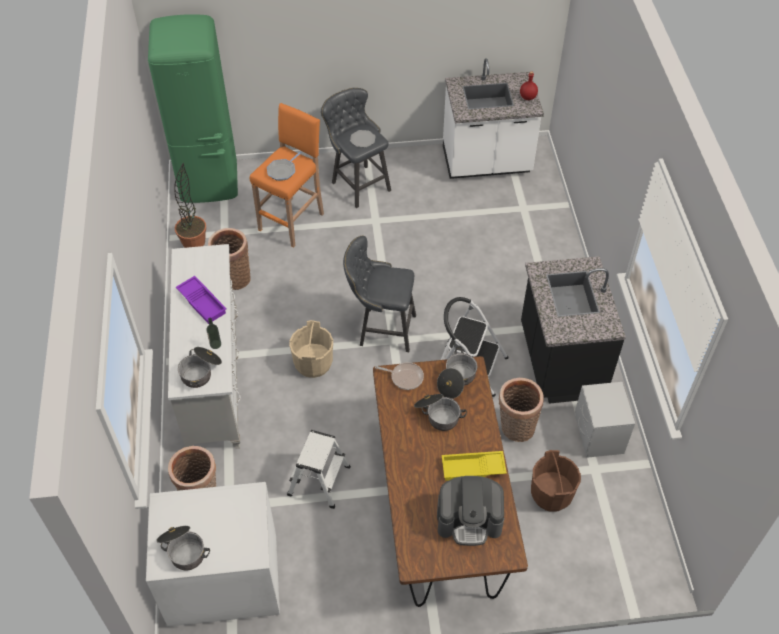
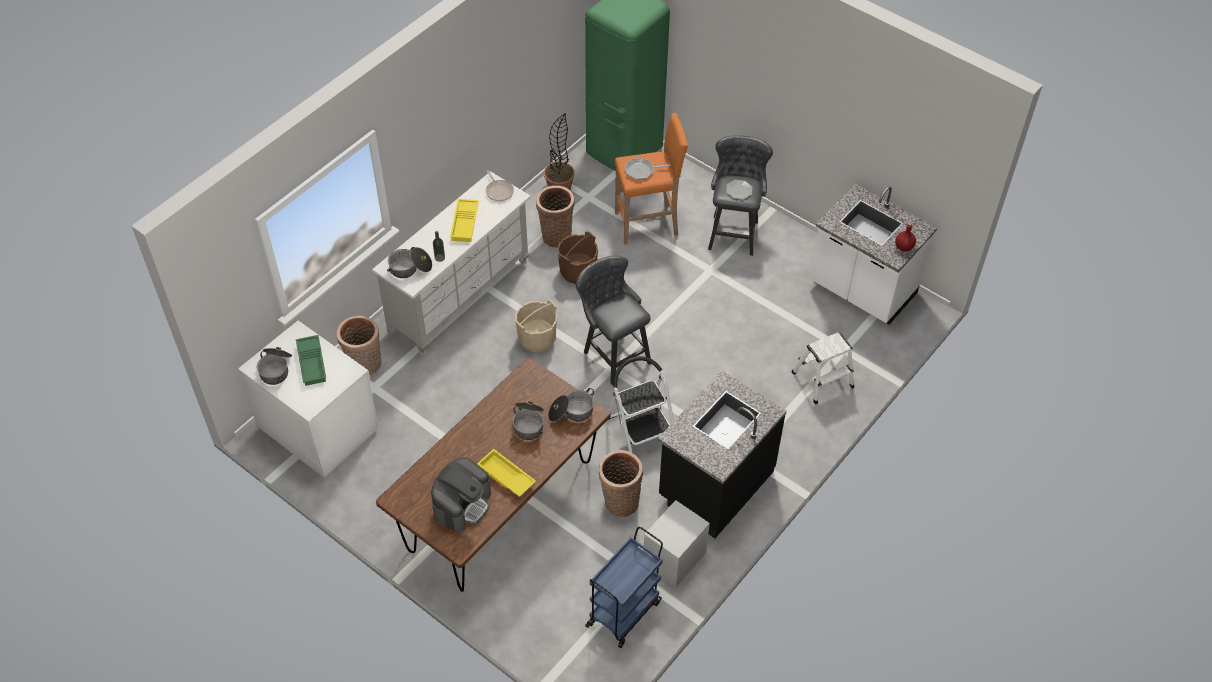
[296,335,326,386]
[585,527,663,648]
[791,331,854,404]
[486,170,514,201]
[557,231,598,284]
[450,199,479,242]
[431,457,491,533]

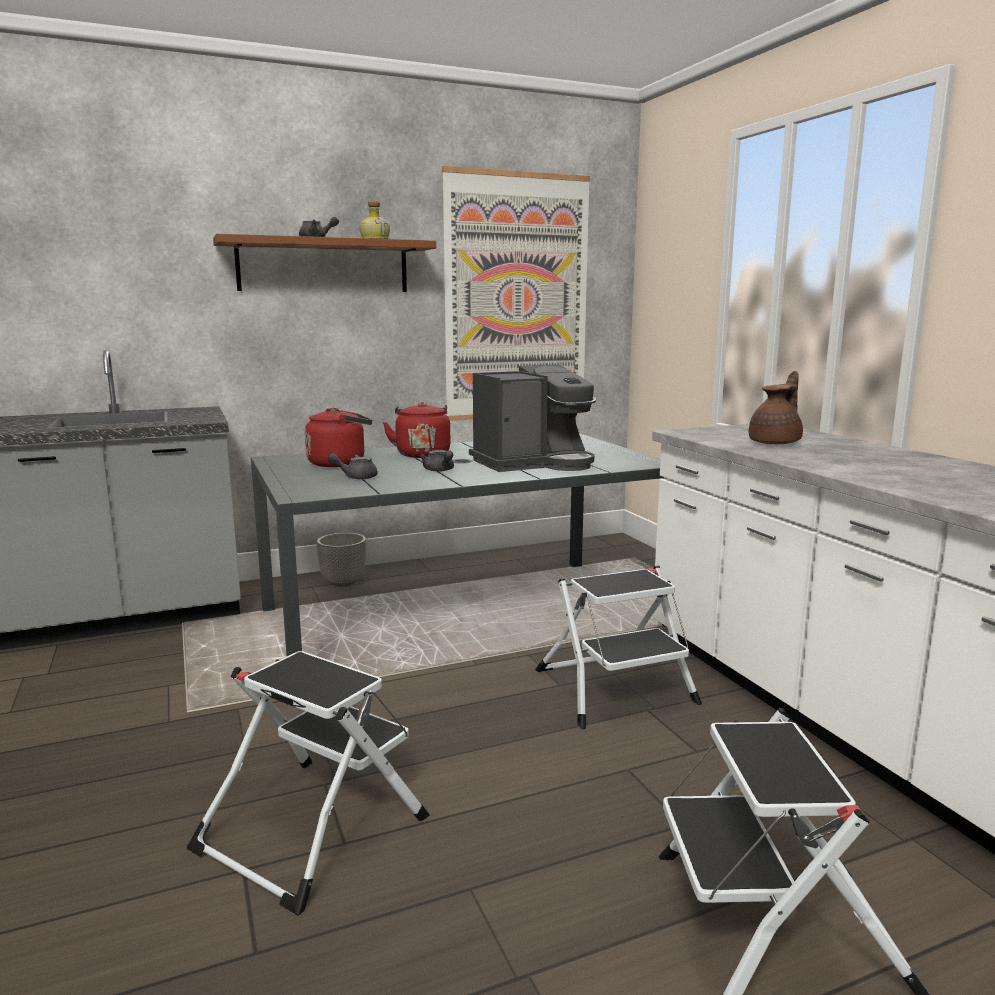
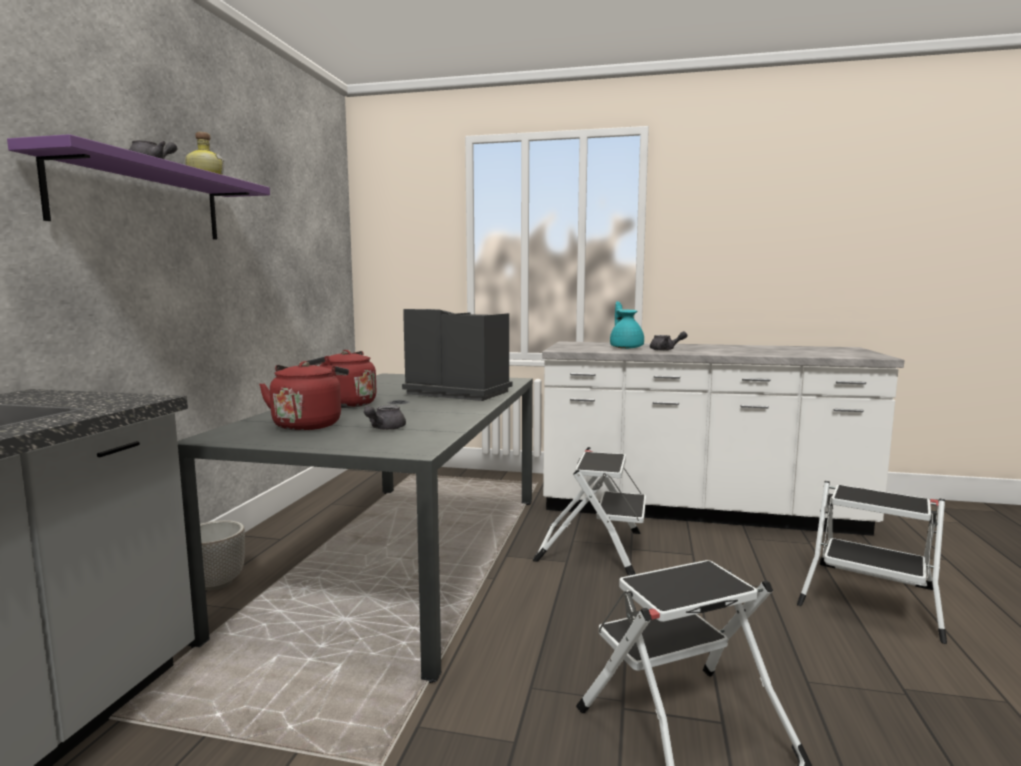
[442,166,590,421] (first image)
[650,331,688,351]
[7,134,270,240]
[610,301,644,349]
[402,309,512,401]

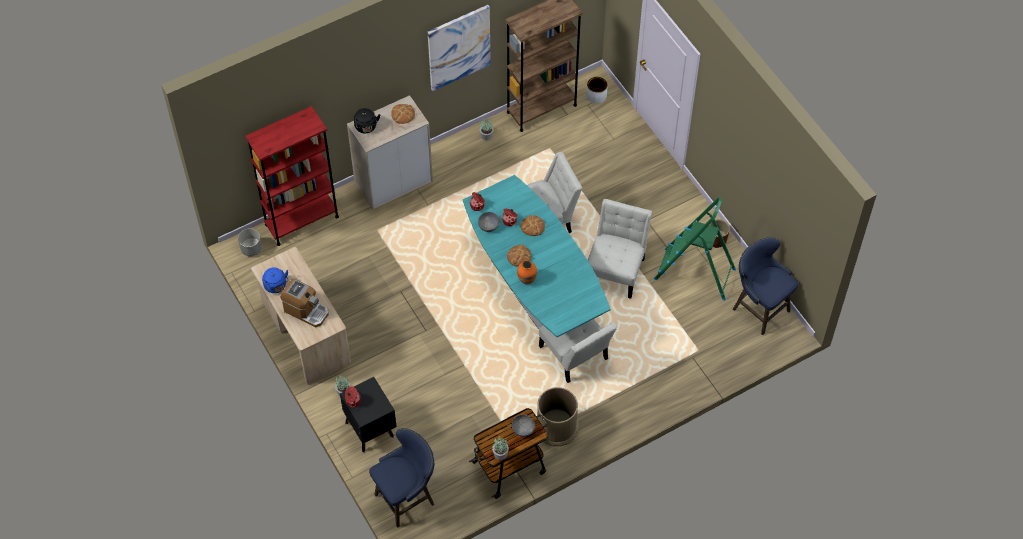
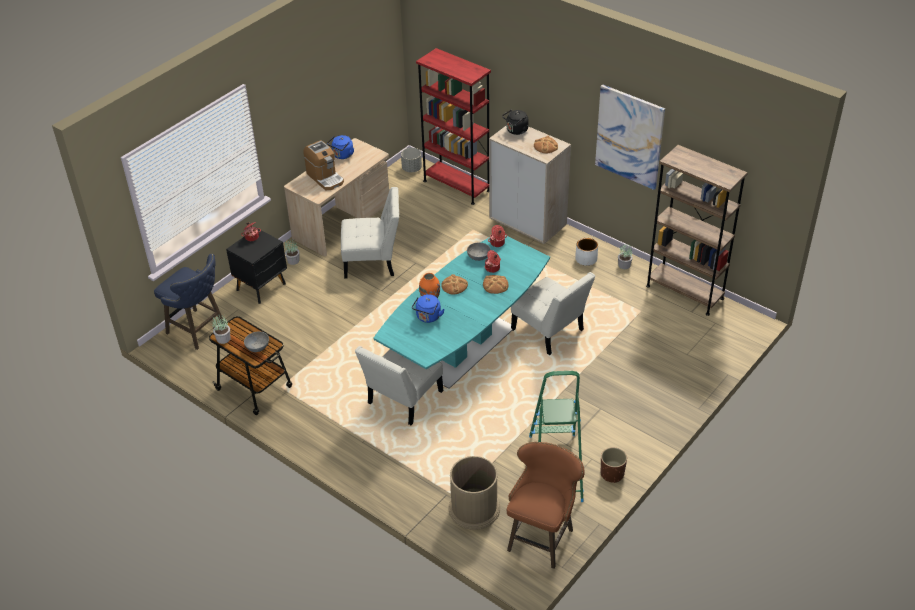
[412,294,445,323]
[448,456,500,530]
[575,238,598,266]
[341,187,399,279]
[507,442,585,569]
[303,140,344,190]

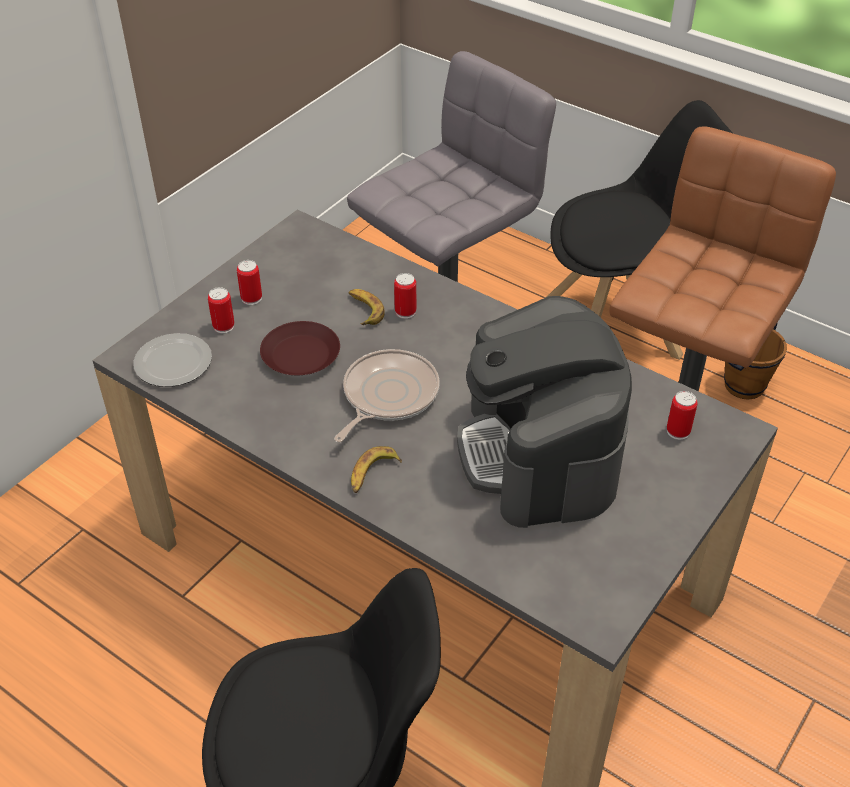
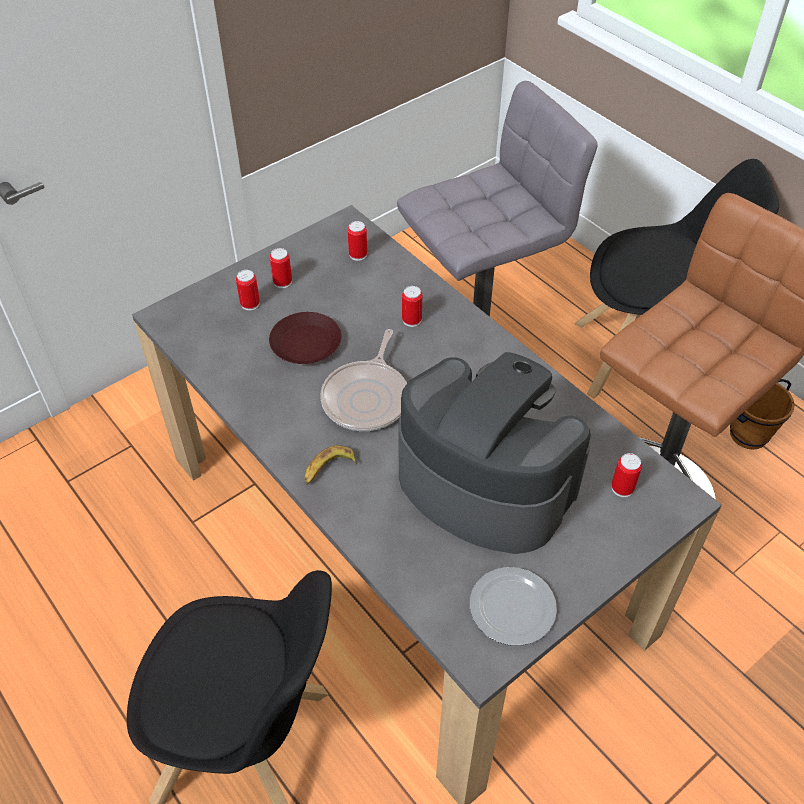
[349,289,385,325] (first image)
[347,221,367,261]
[470,567,557,646]
[320,329,407,431]
[398,352,591,554]

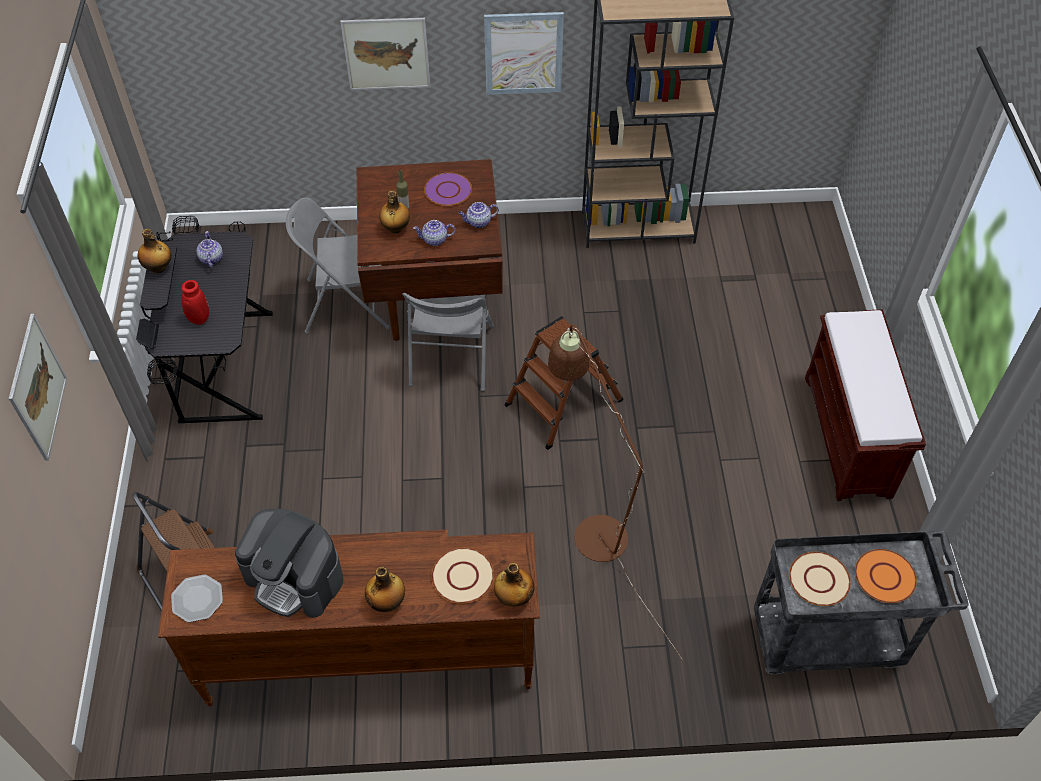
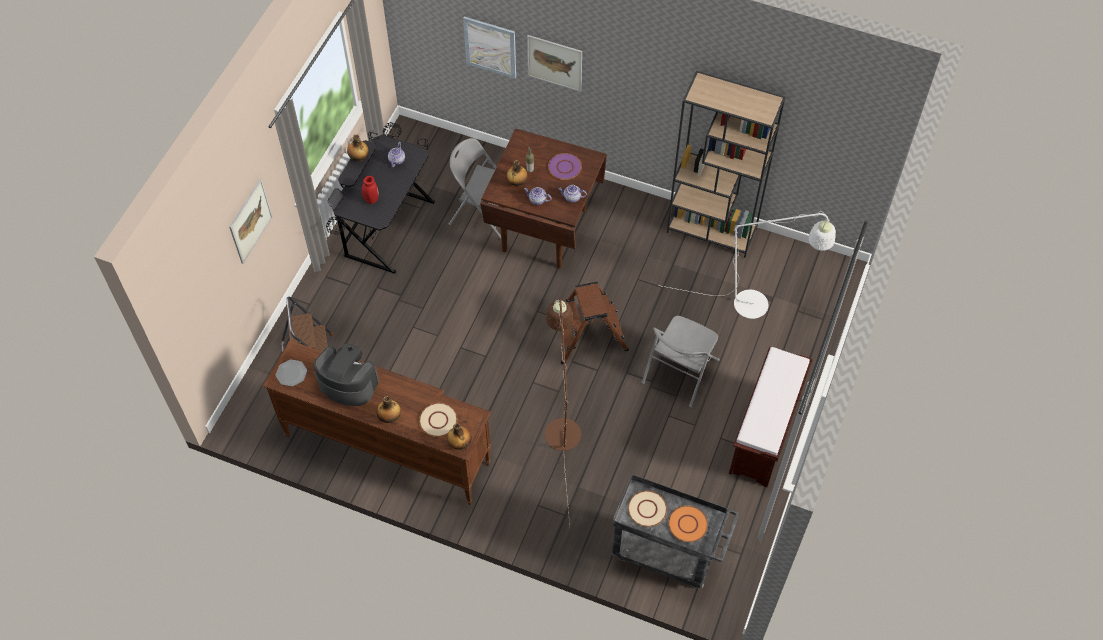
[658,211,836,319]
[641,316,720,407]
[463,17,516,79]
[314,344,379,406]

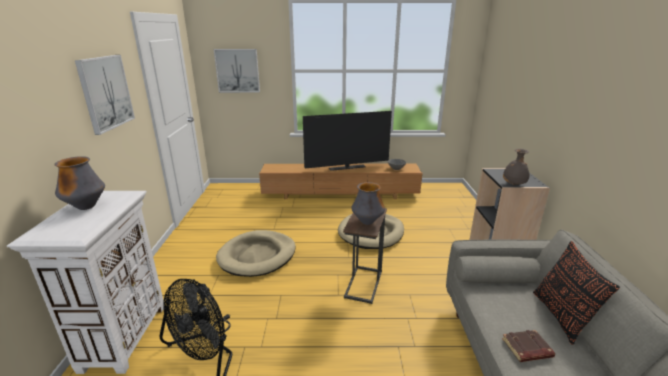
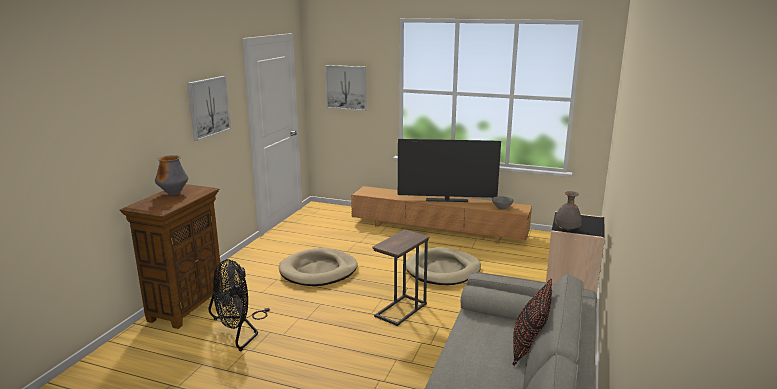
[352,182,385,225] (first image)
[502,330,555,362] (first image)
[119,184,223,329]

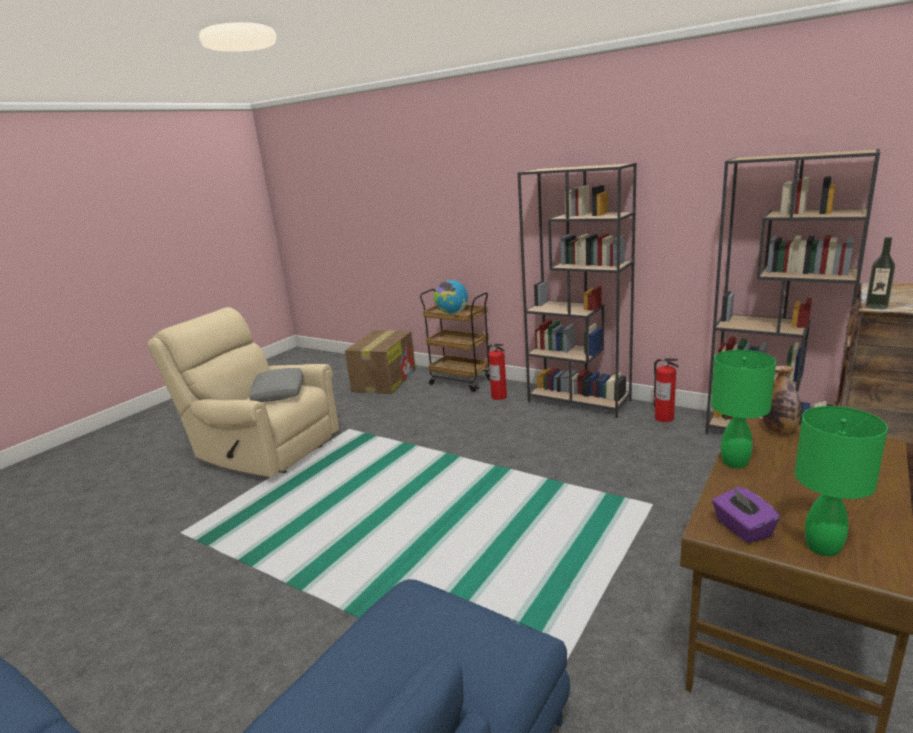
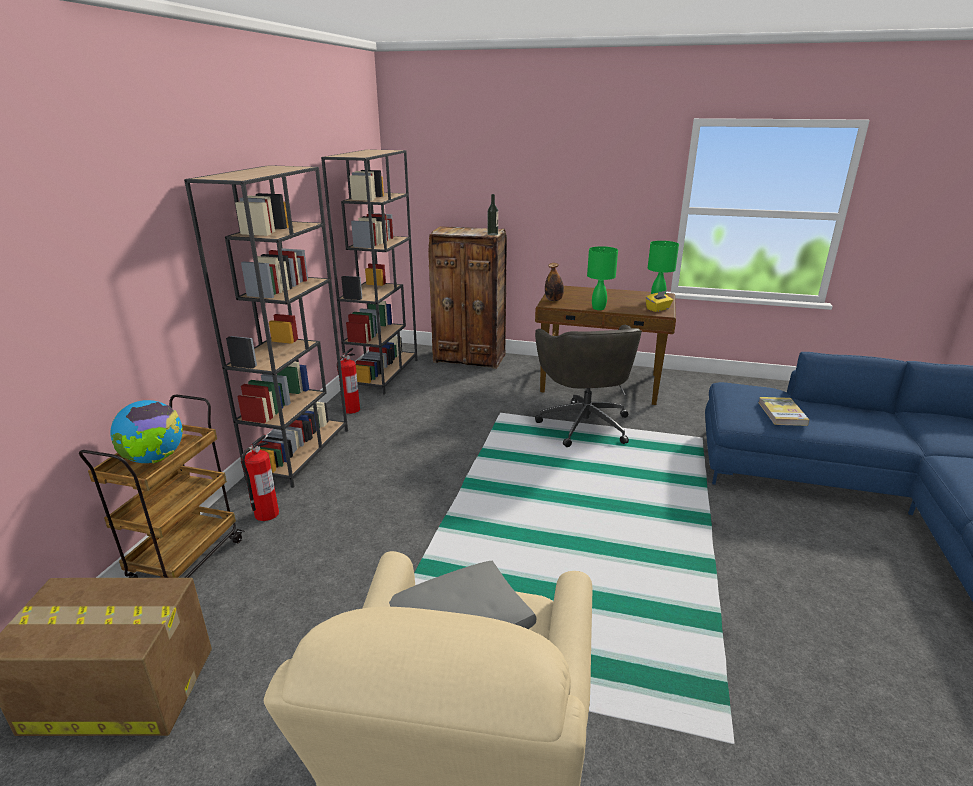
[535,325,642,447]
[758,397,810,426]
[646,291,673,312]

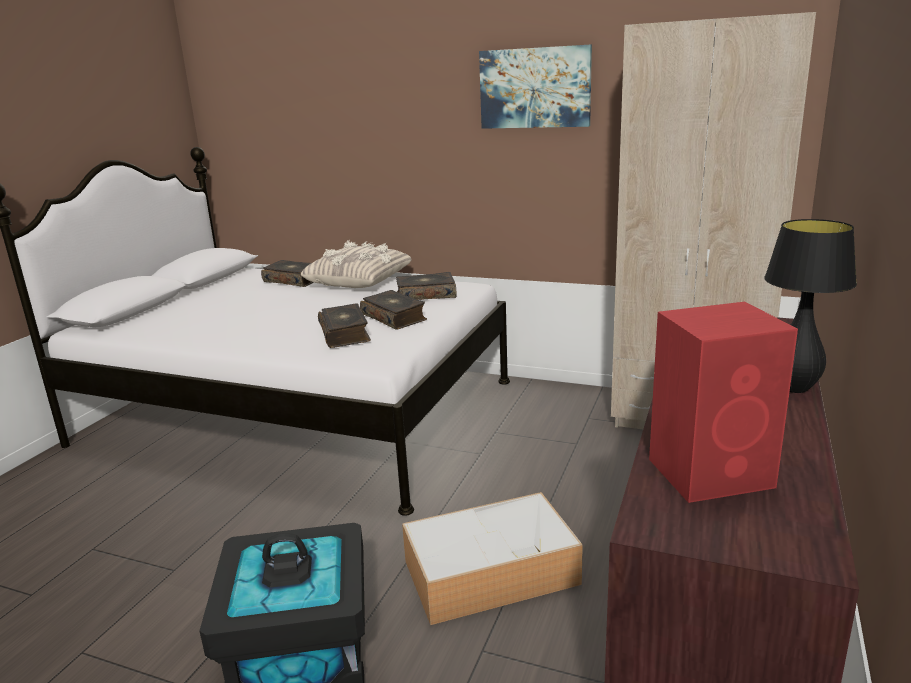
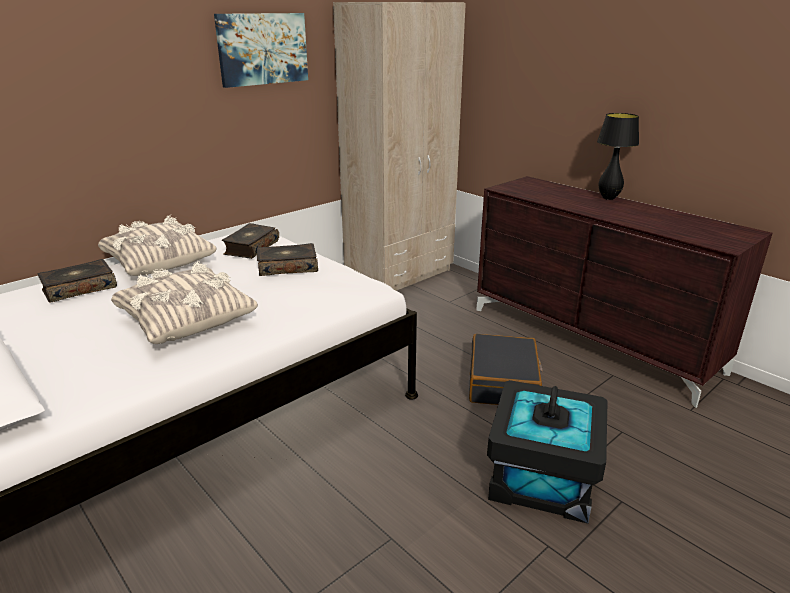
[318,303,371,348] (first image)
[649,302,798,503] (first image)
[111,261,258,344]
[469,334,543,405]

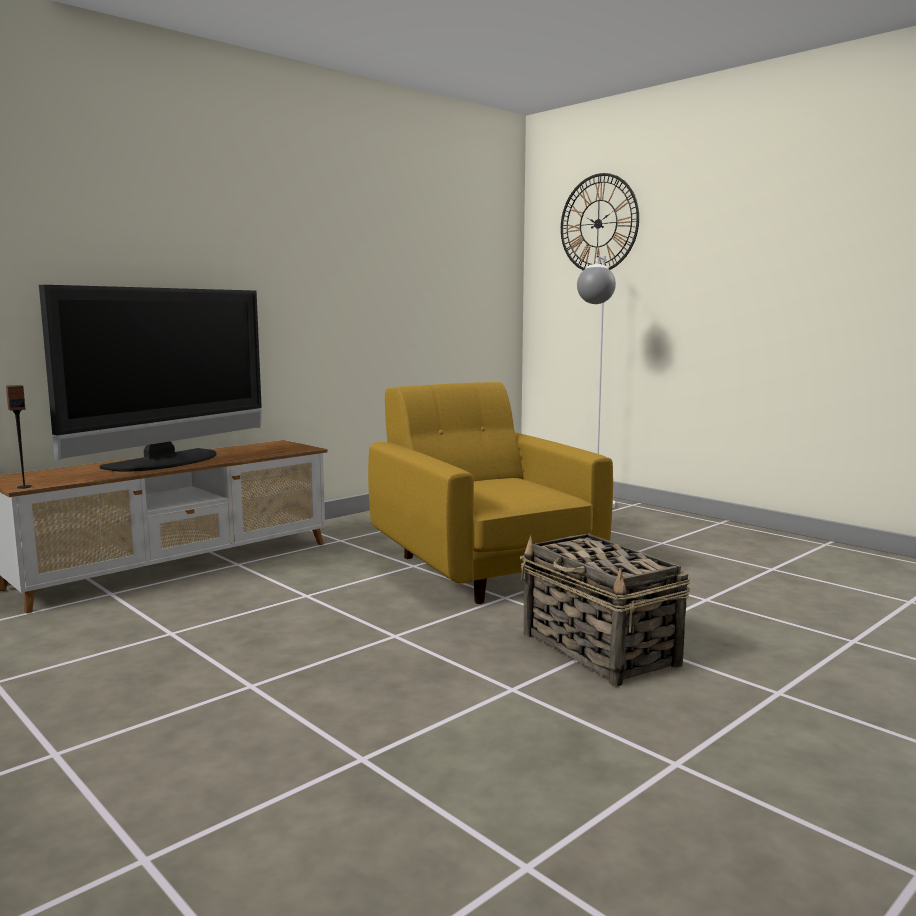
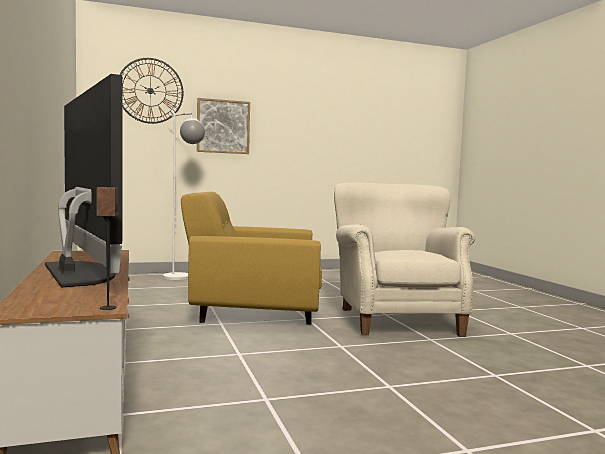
[197,98,250,154]
[334,183,476,337]

